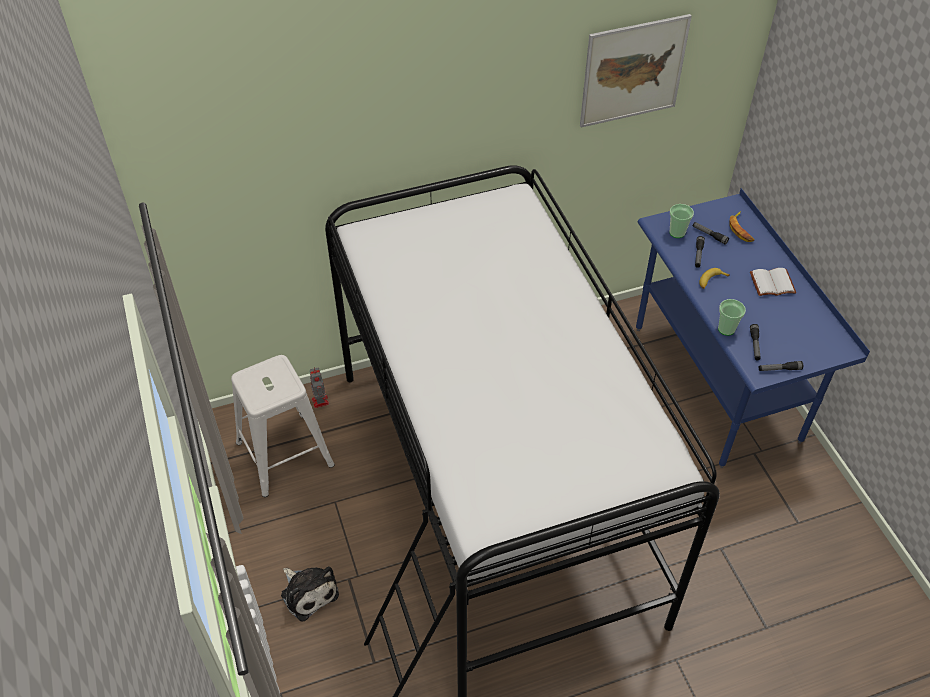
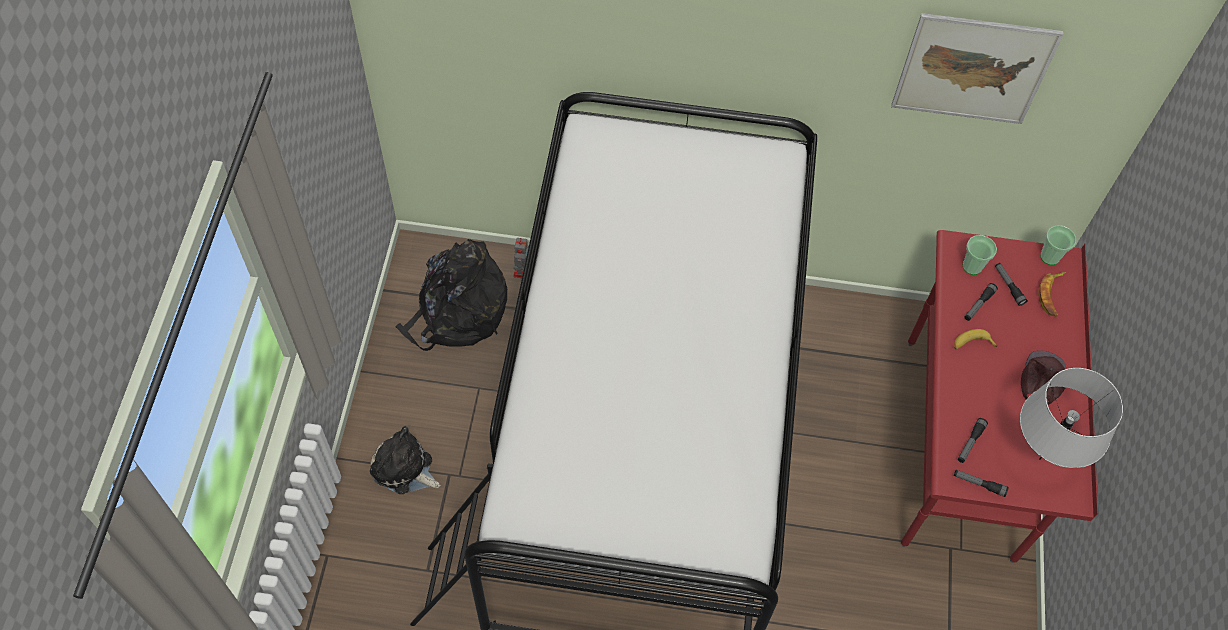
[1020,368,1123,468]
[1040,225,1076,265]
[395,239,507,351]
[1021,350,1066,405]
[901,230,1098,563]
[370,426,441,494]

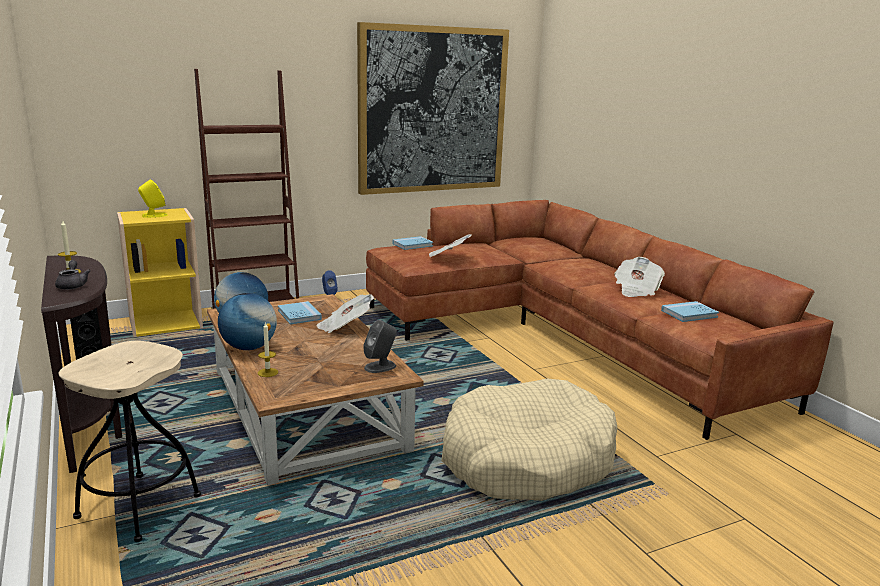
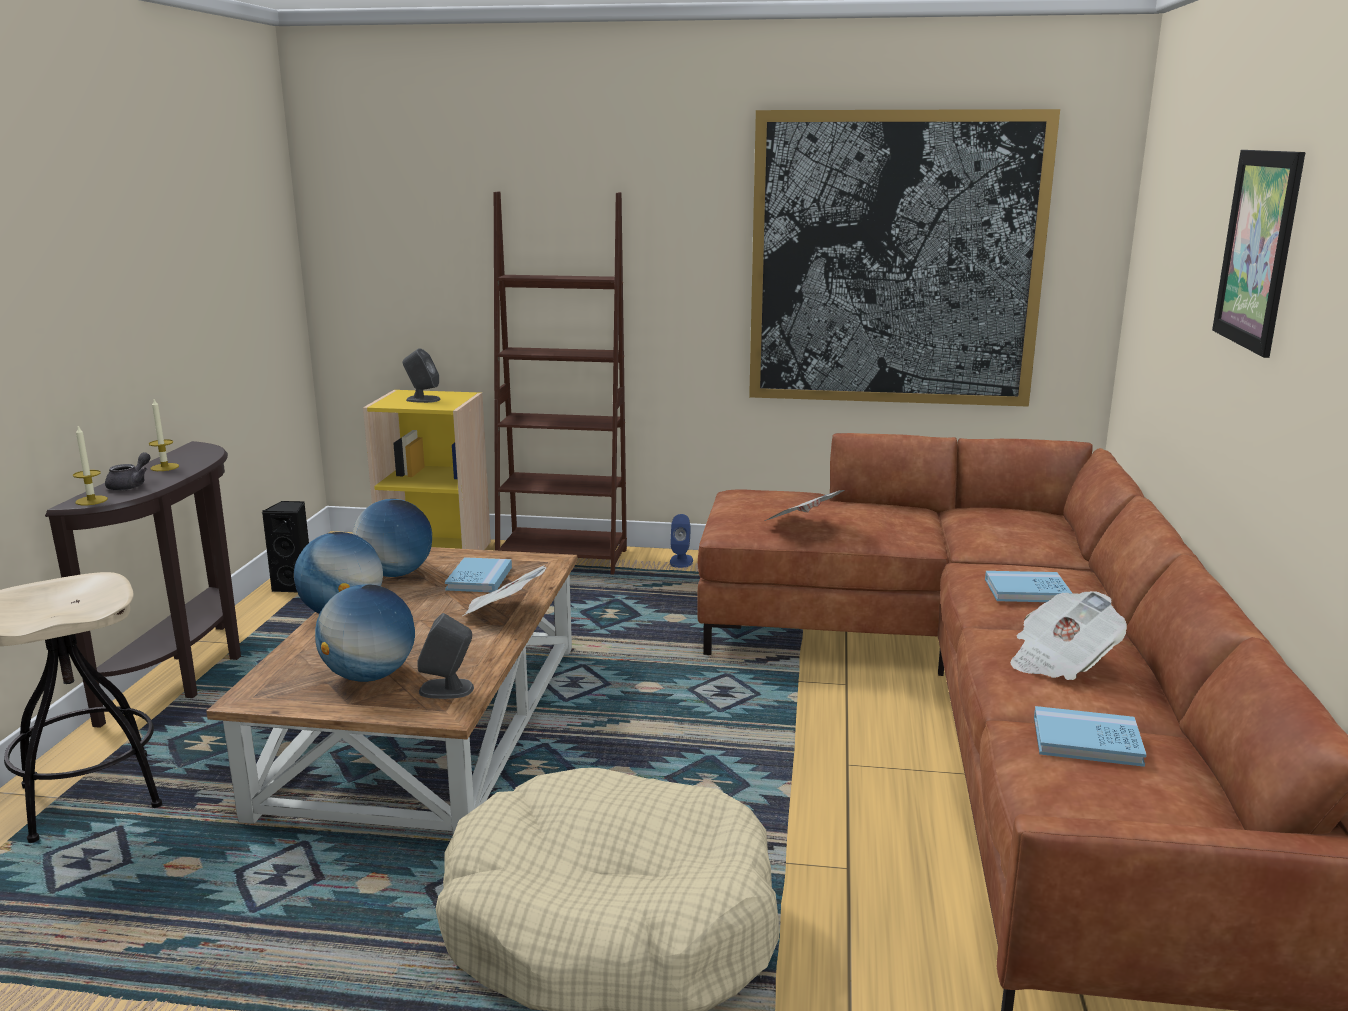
[315,584,415,682]
[1212,150,1305,358]
[73,426,108,505]
[985,571,1073,602]
[403,348,440,403]

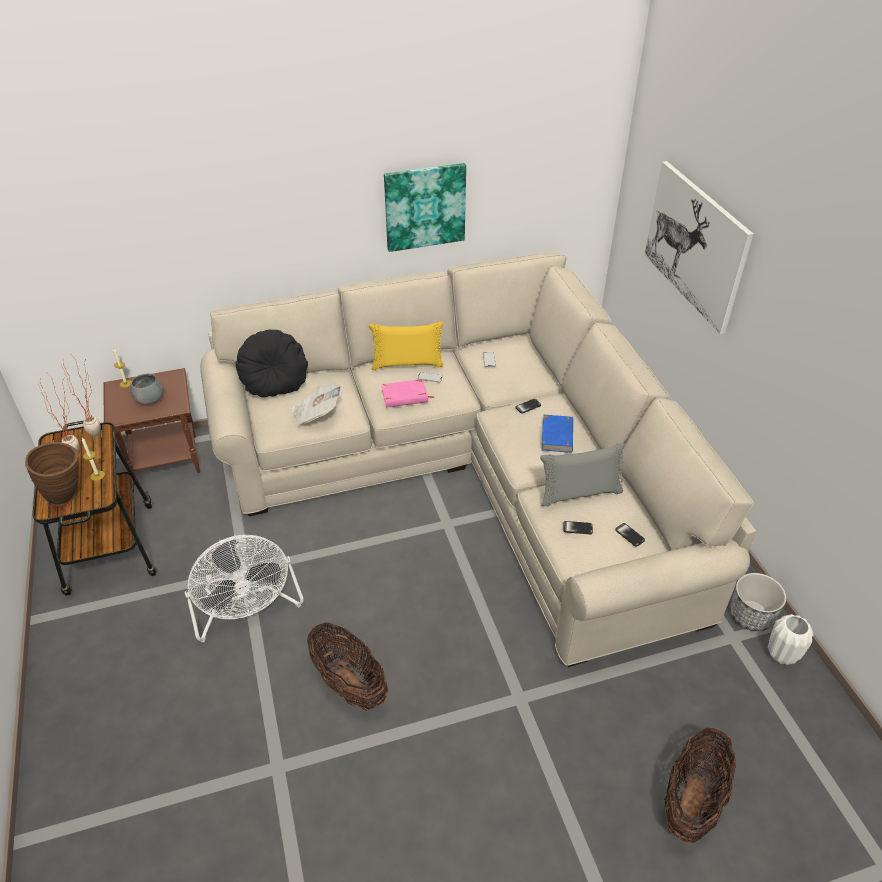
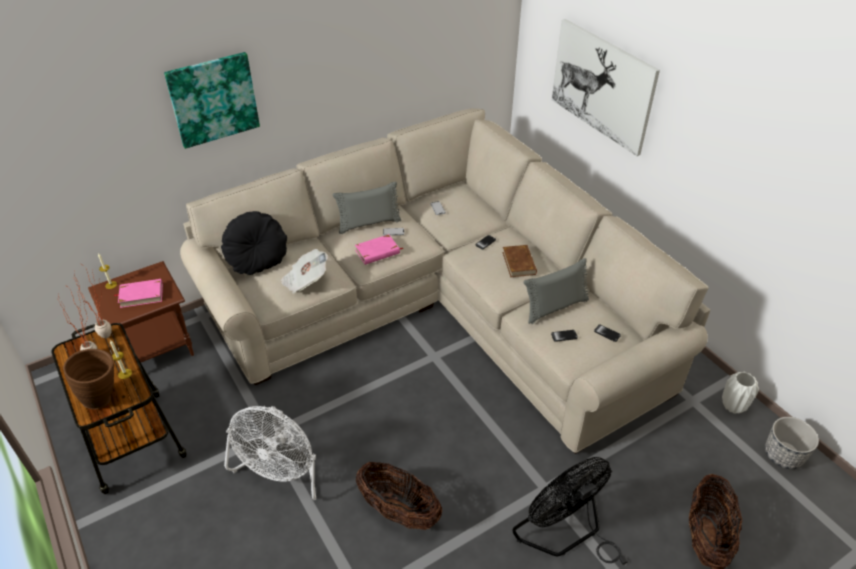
[513,457,627,566]
[164,52,260,149]
[765,417,819,469]
[114,279,163,308]
[333,182,401,234]
[502,245,537,277]
[224,406,316,500]

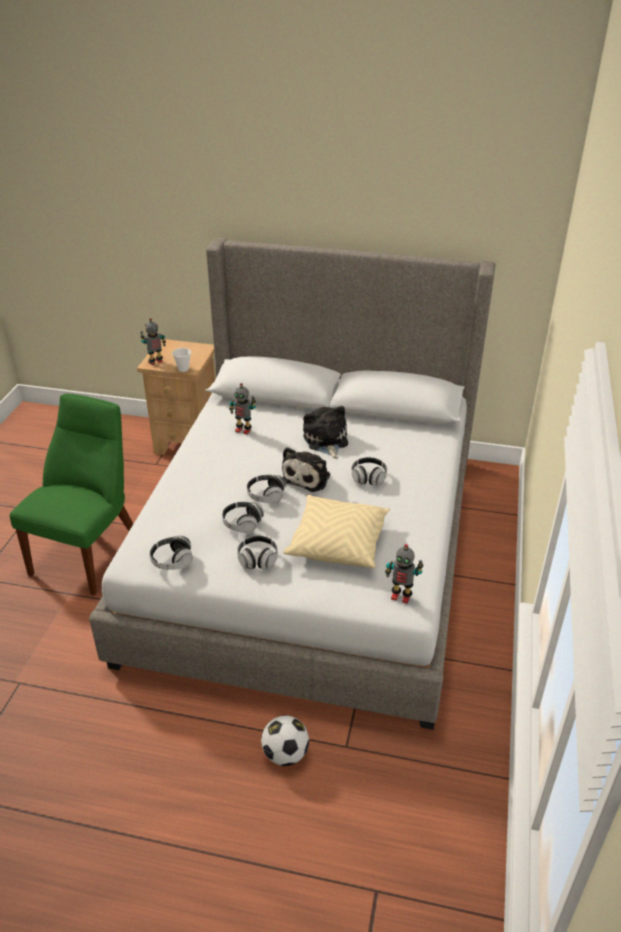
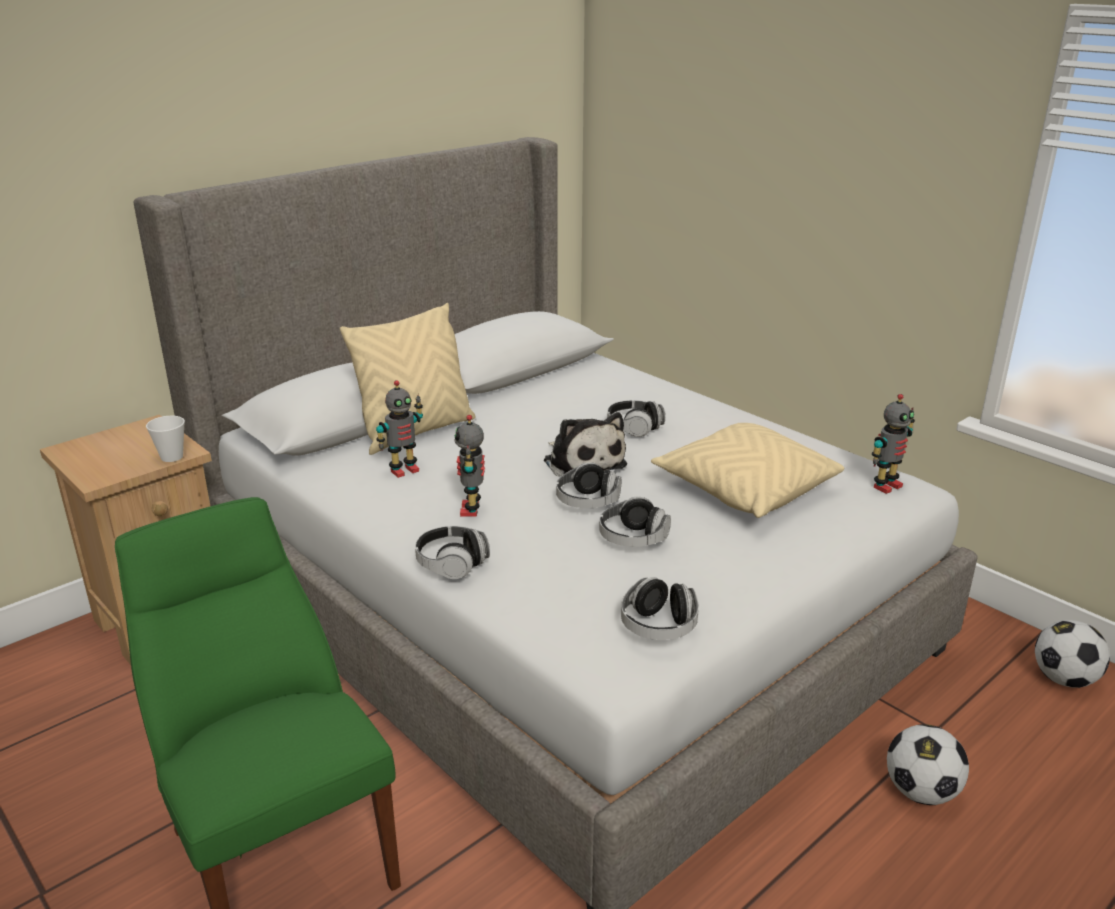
[303,406,348,459] (first image)
[340,303,476,455]
[1035,620,1110,688]
[455,415,485,517]
[415,526,490,579]

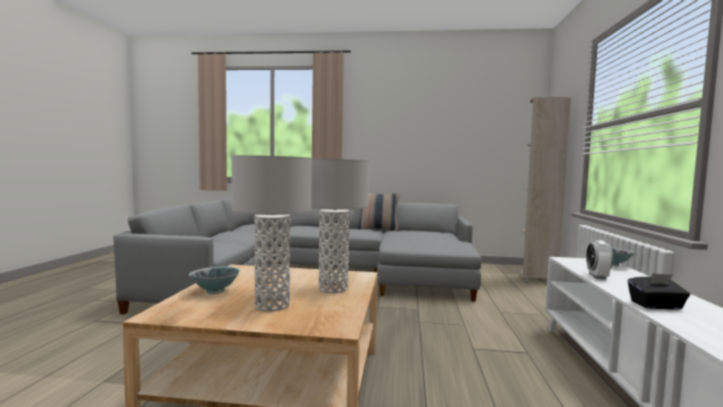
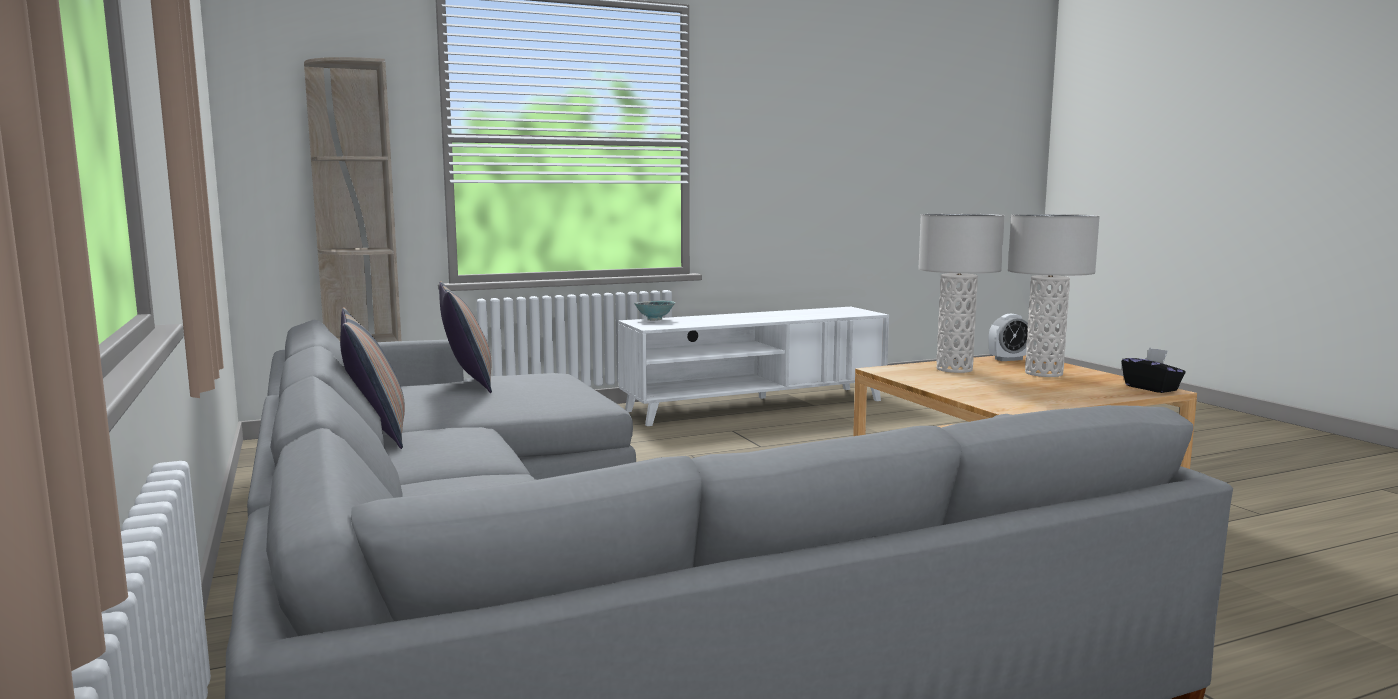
[189,266,240,294] (first image)
[439,281,492,393]
[988,314,1028,361]
[1122,347,1186,393]

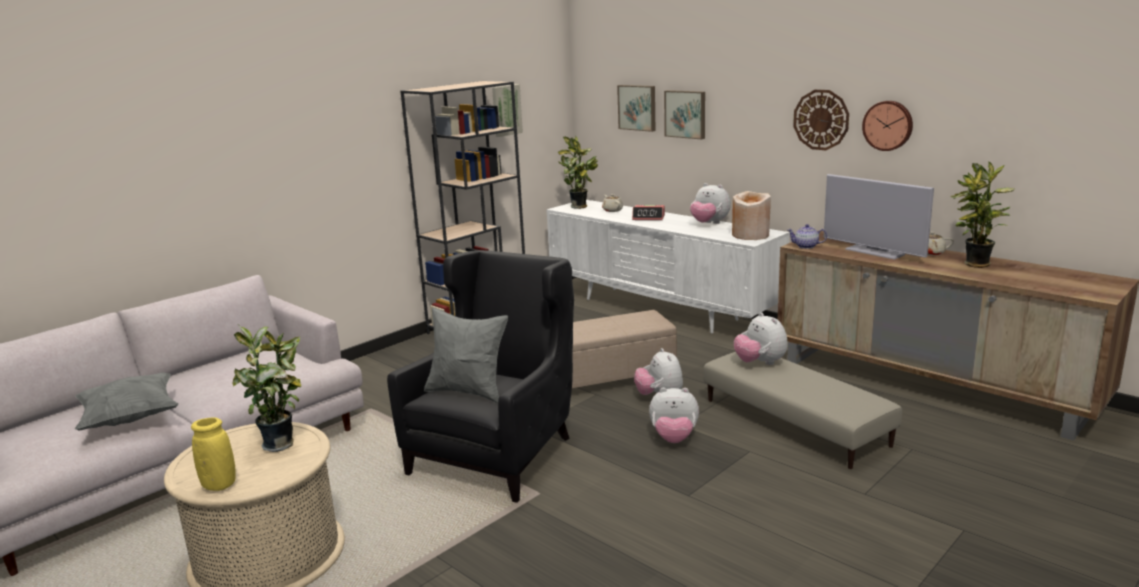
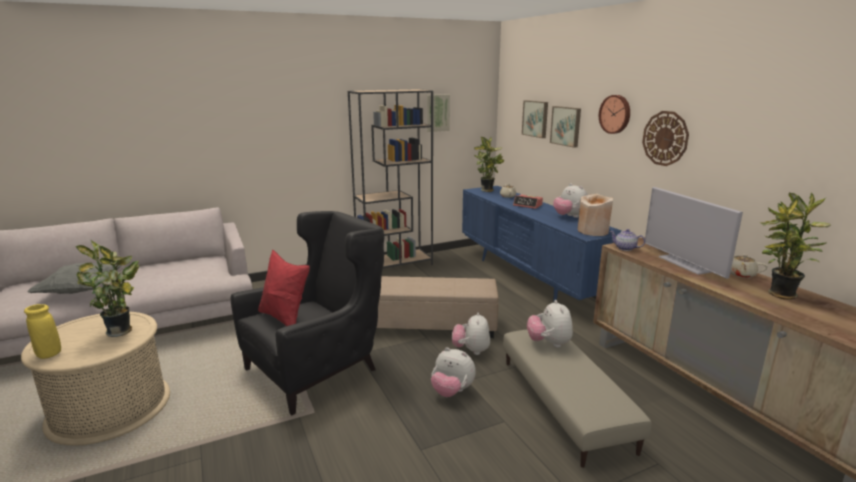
[599,95,630,134]
[258,250,310,326]
[462,186,621,303]

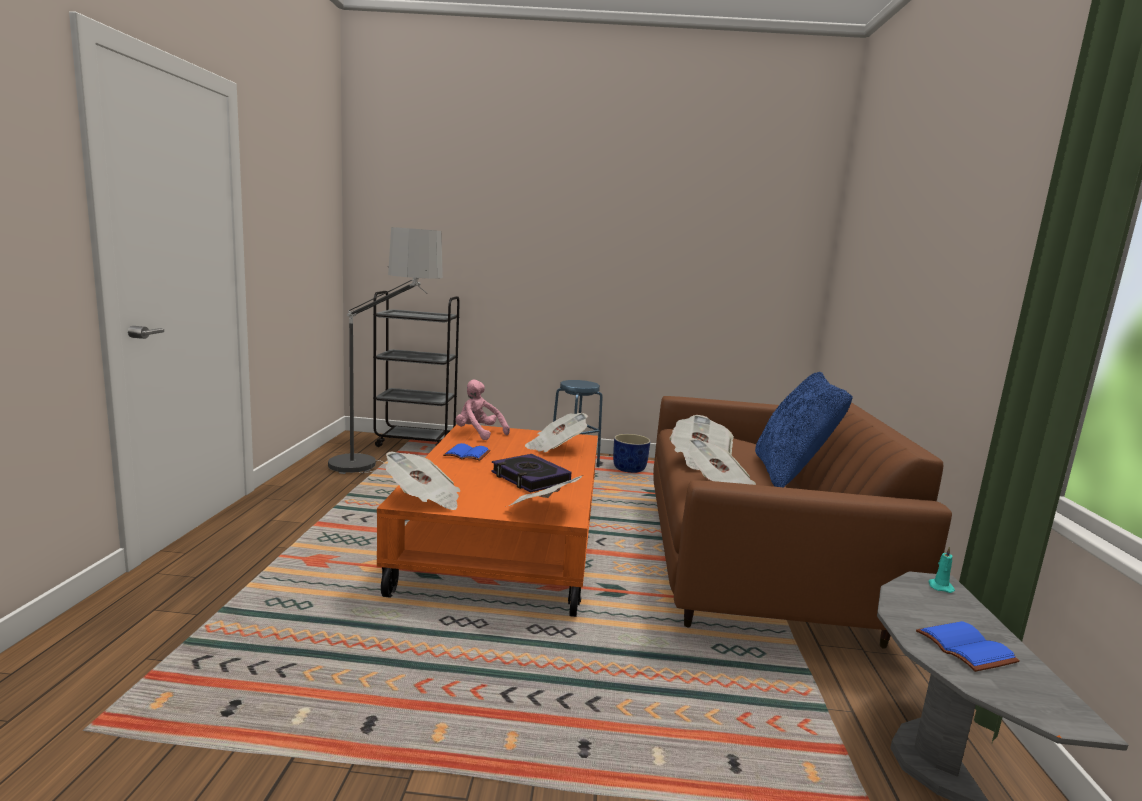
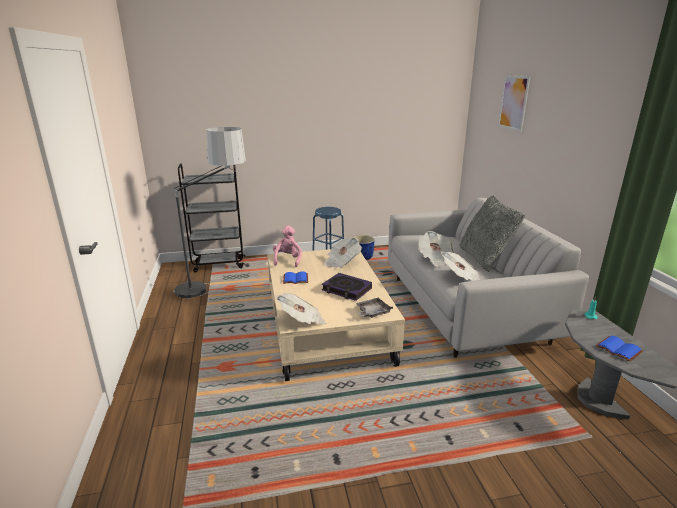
[498,75,531,132]
[355,298,393,318]
[267,249,405,381]
[388,198,589,358]
[460,196,525,272]
[273,226,302,267]

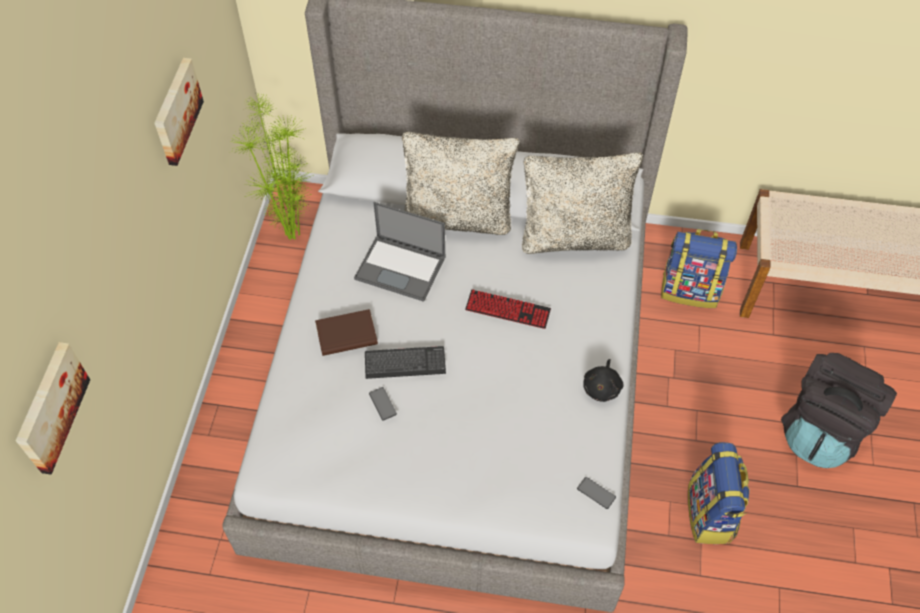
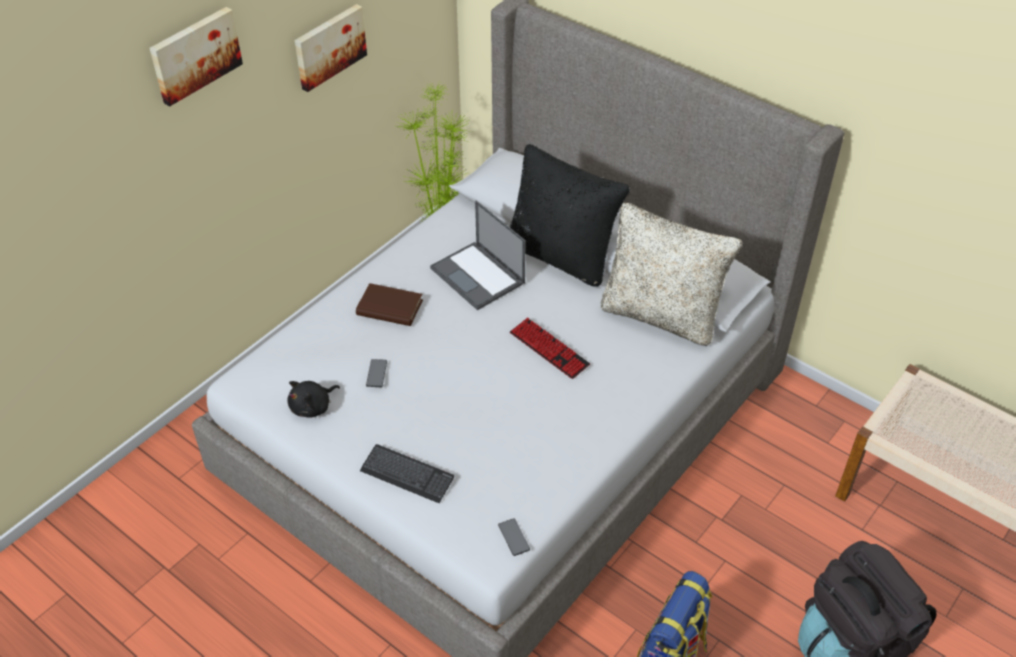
[661,229,737,308] (first image)
[150,7,243,106]
[360,444,454,503]
[287,381,340,418]
[510,144,630,287]

